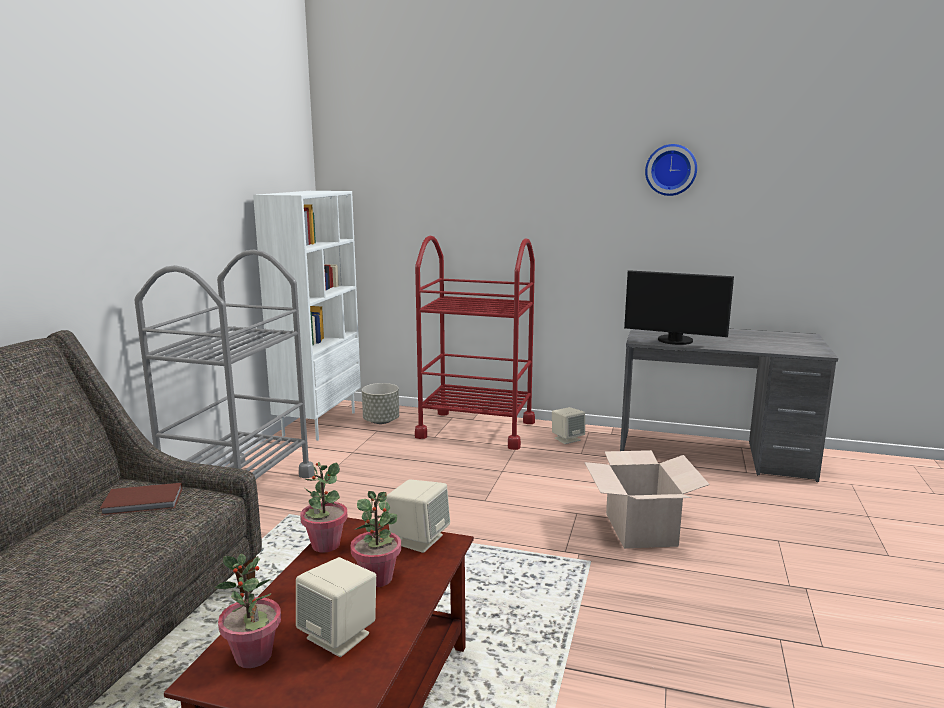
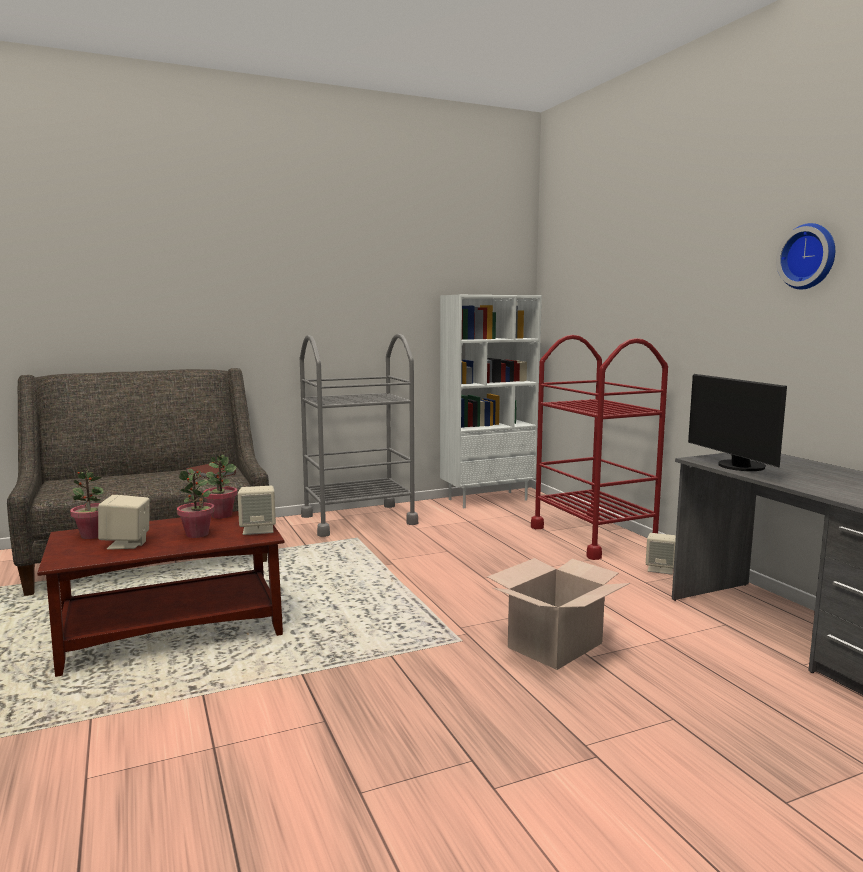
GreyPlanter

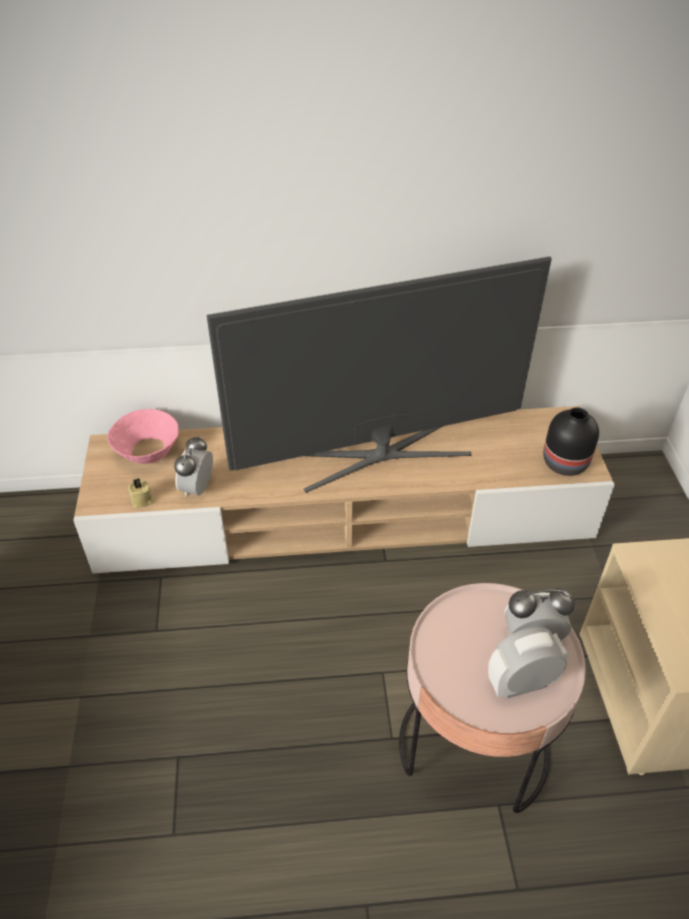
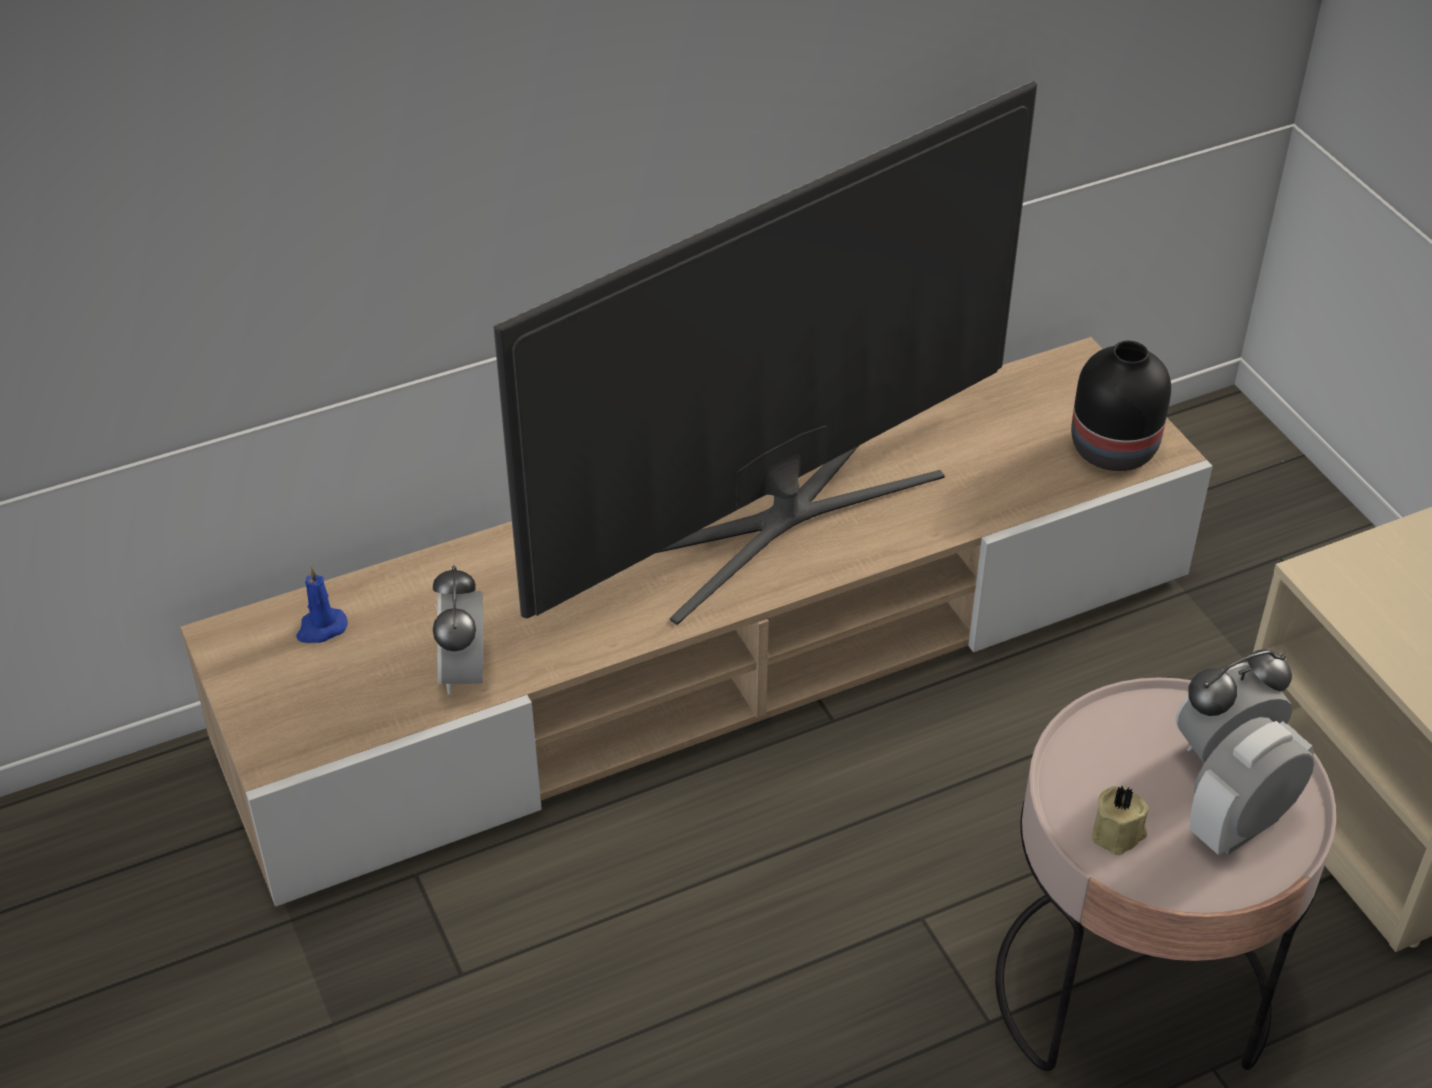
BlueCandle
BeigeCandle

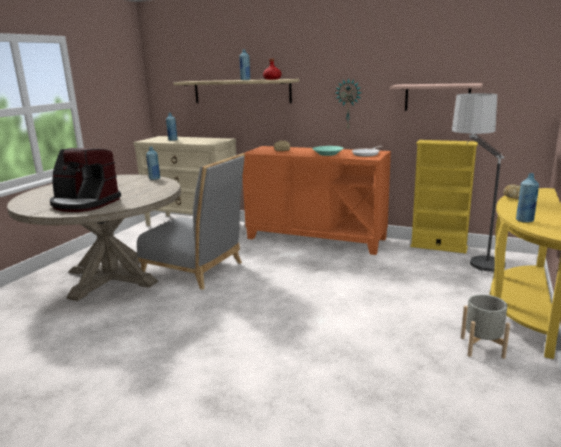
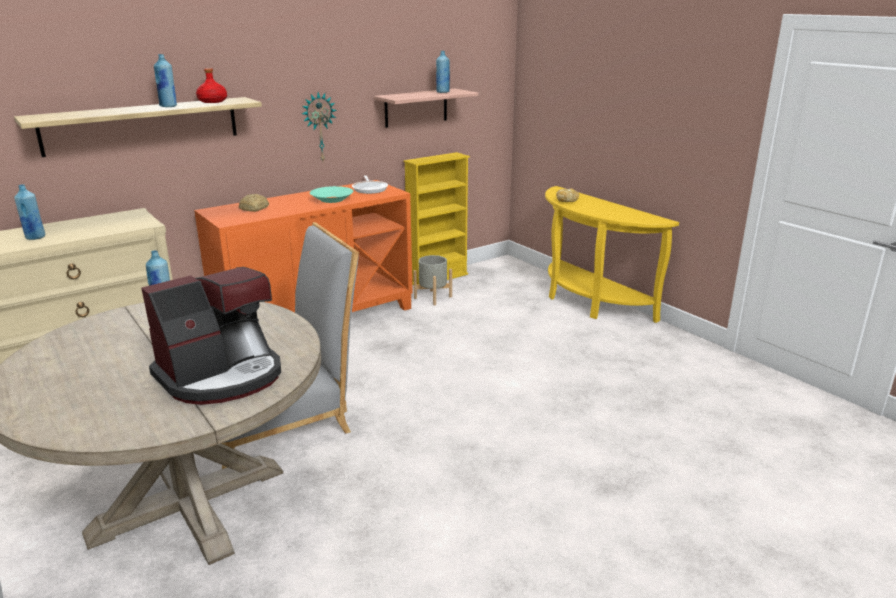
FloorLamp
GreyPlanter
BlueBottle (no. 4 from left)

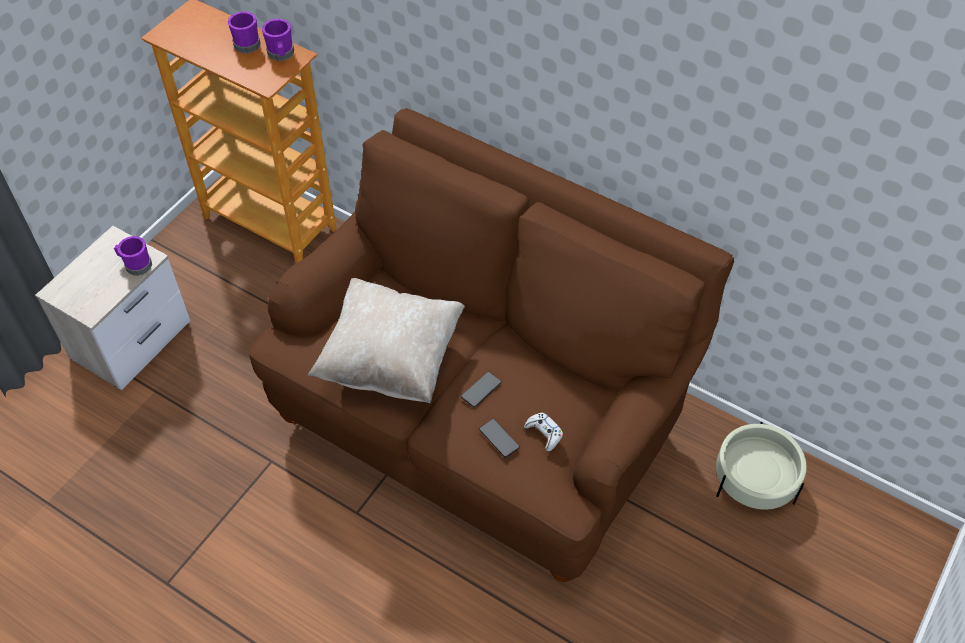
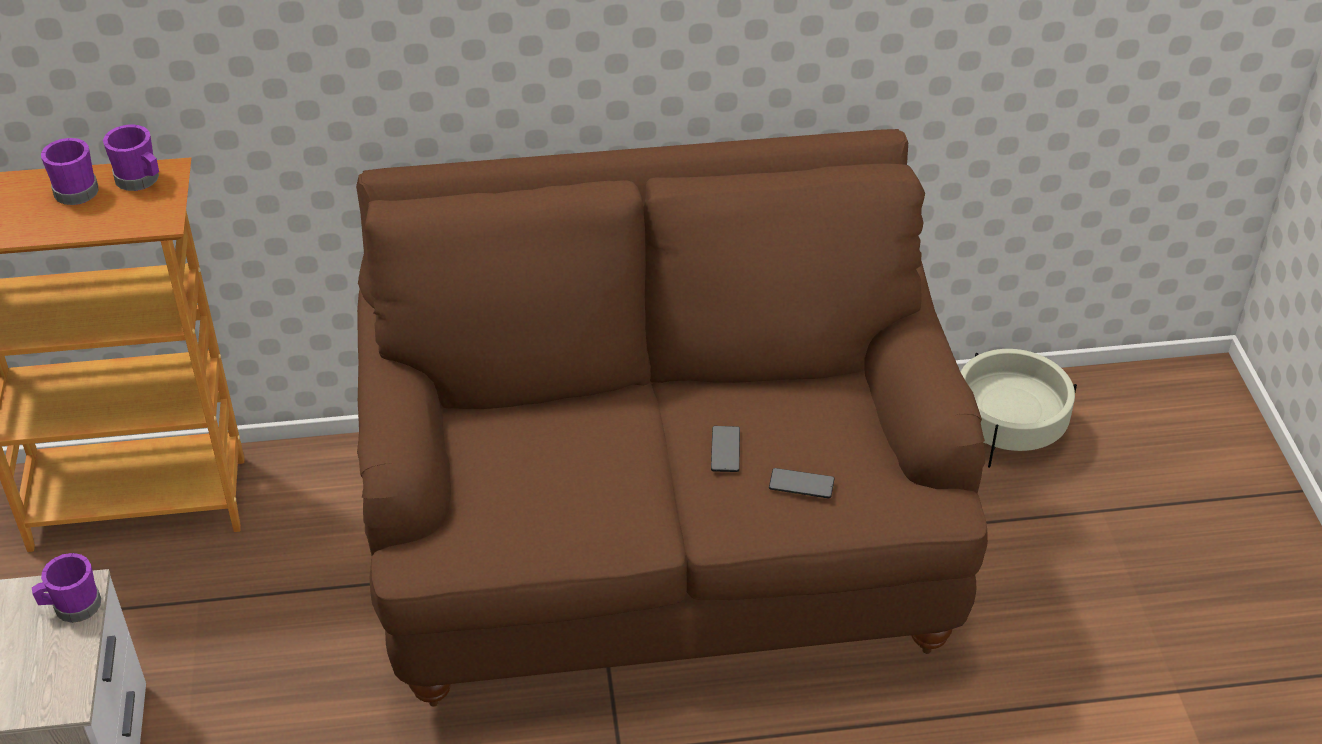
BeigePillow
WhiteGameController

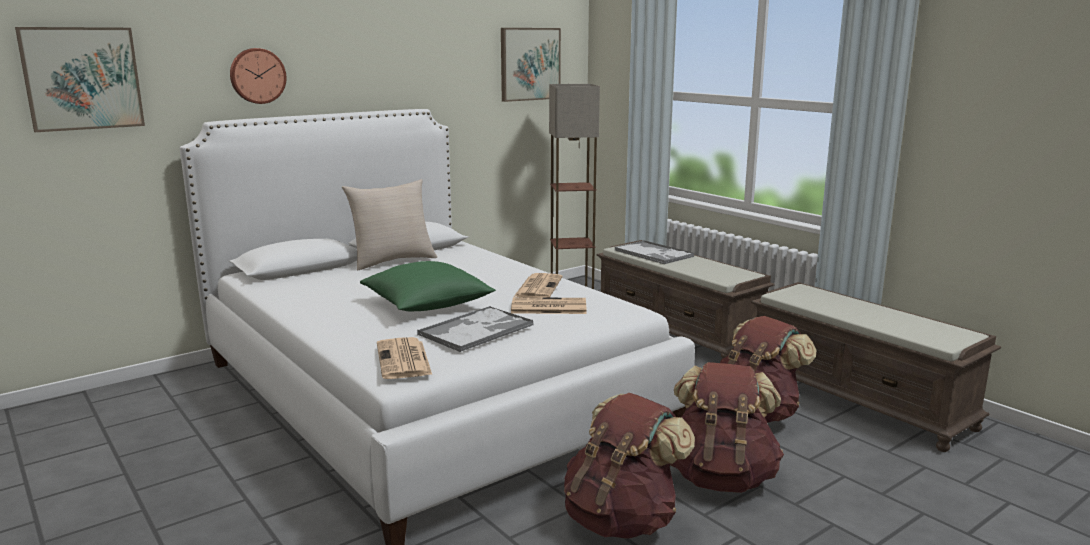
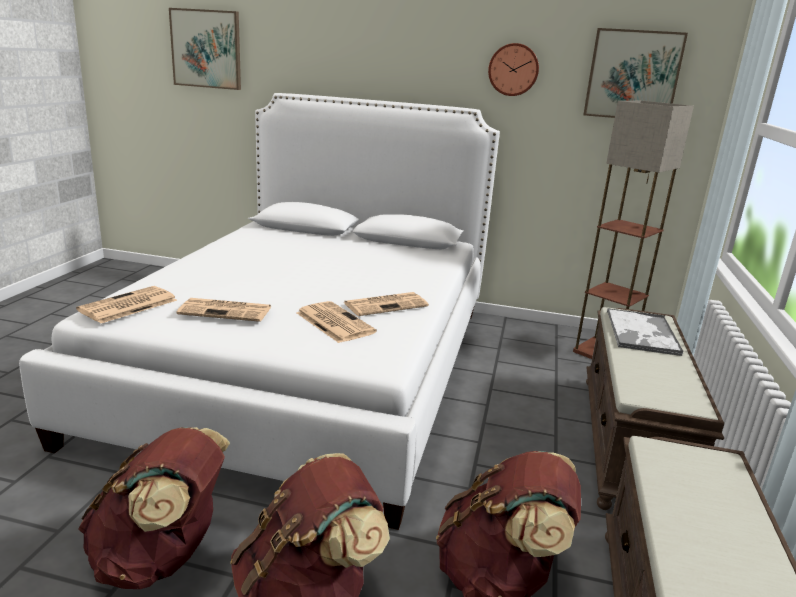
WallClock
BeigePillow
GreenPillow
Newspaper (no. 2 from left)

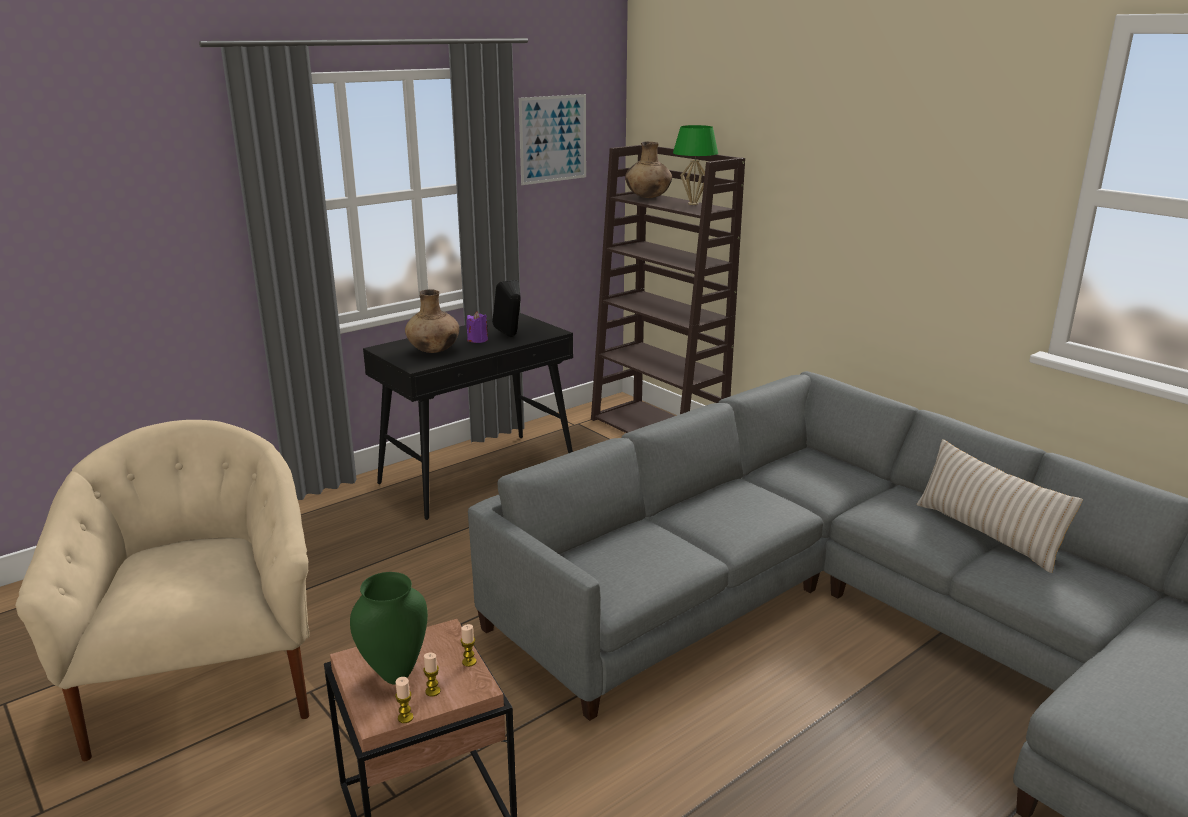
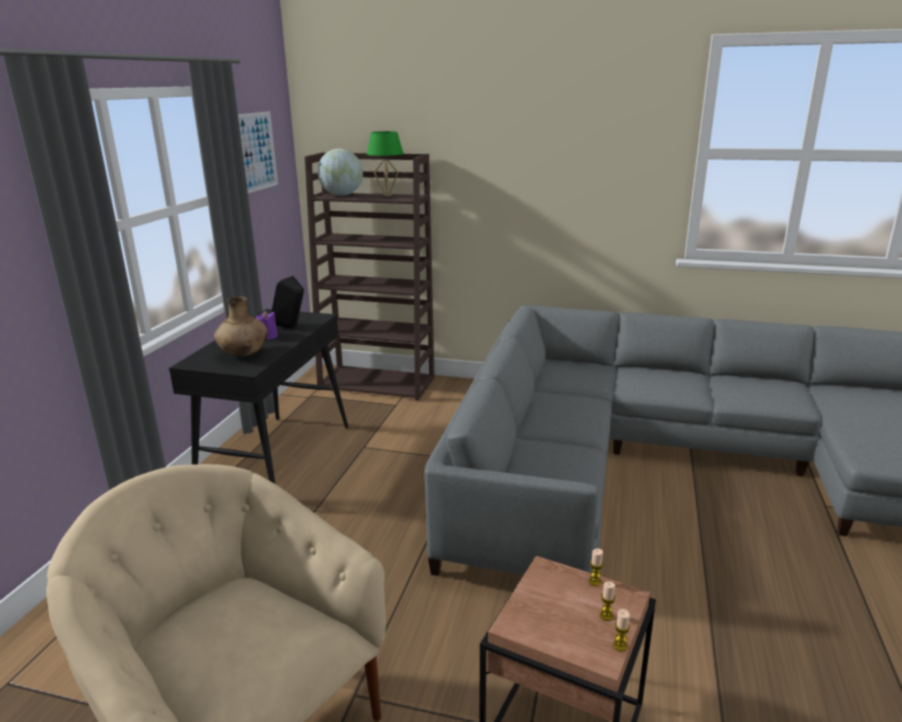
GreenVase
Globe
BeigePillow

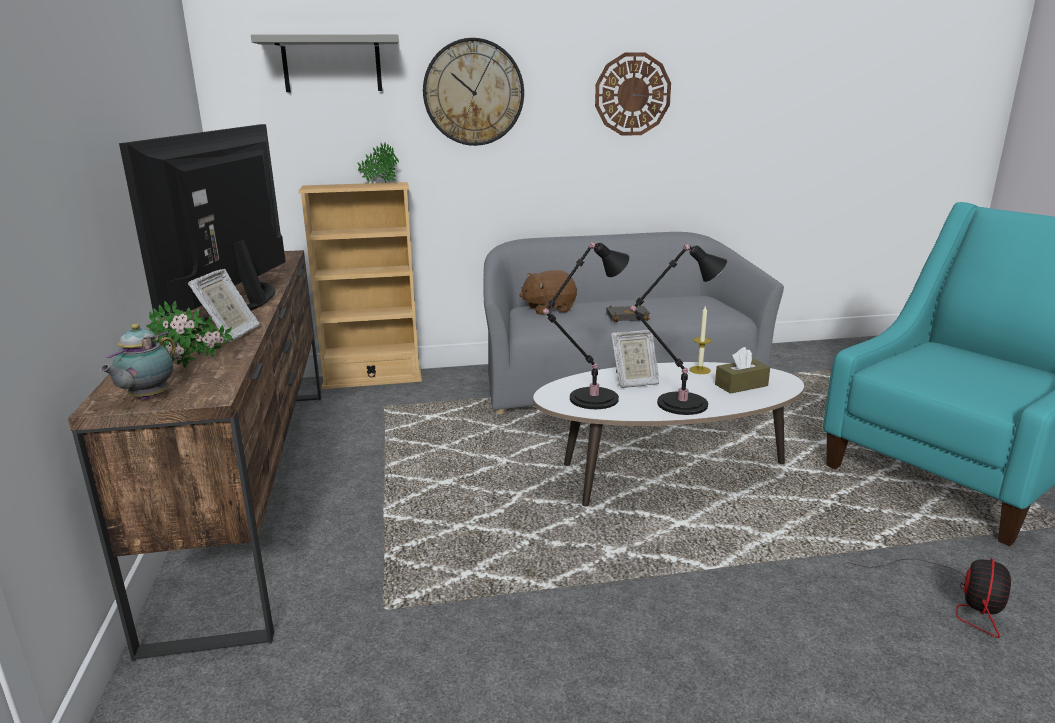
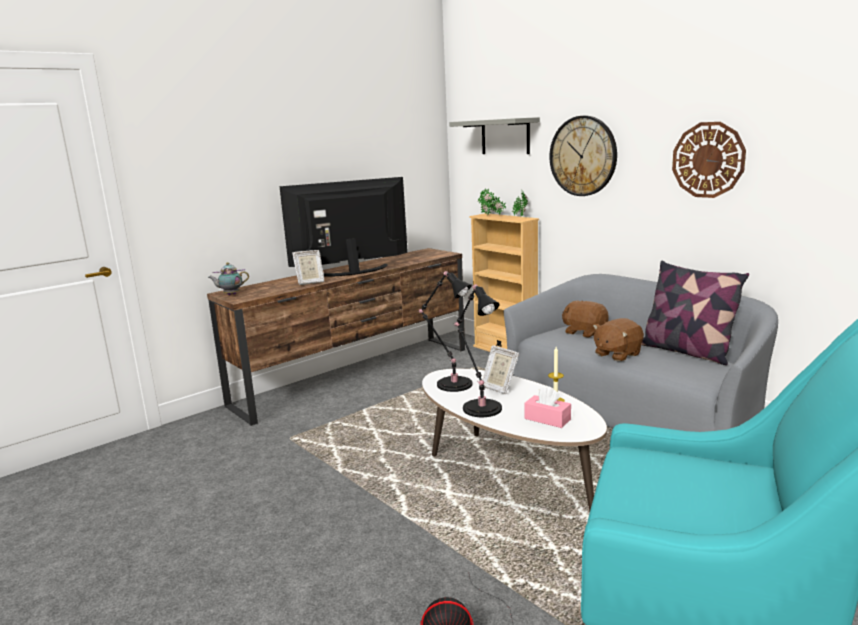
PottedPlant (no. 1 from left)
BrownPlushToy (no. 2 from left)
PinkTissueBox
Pillow

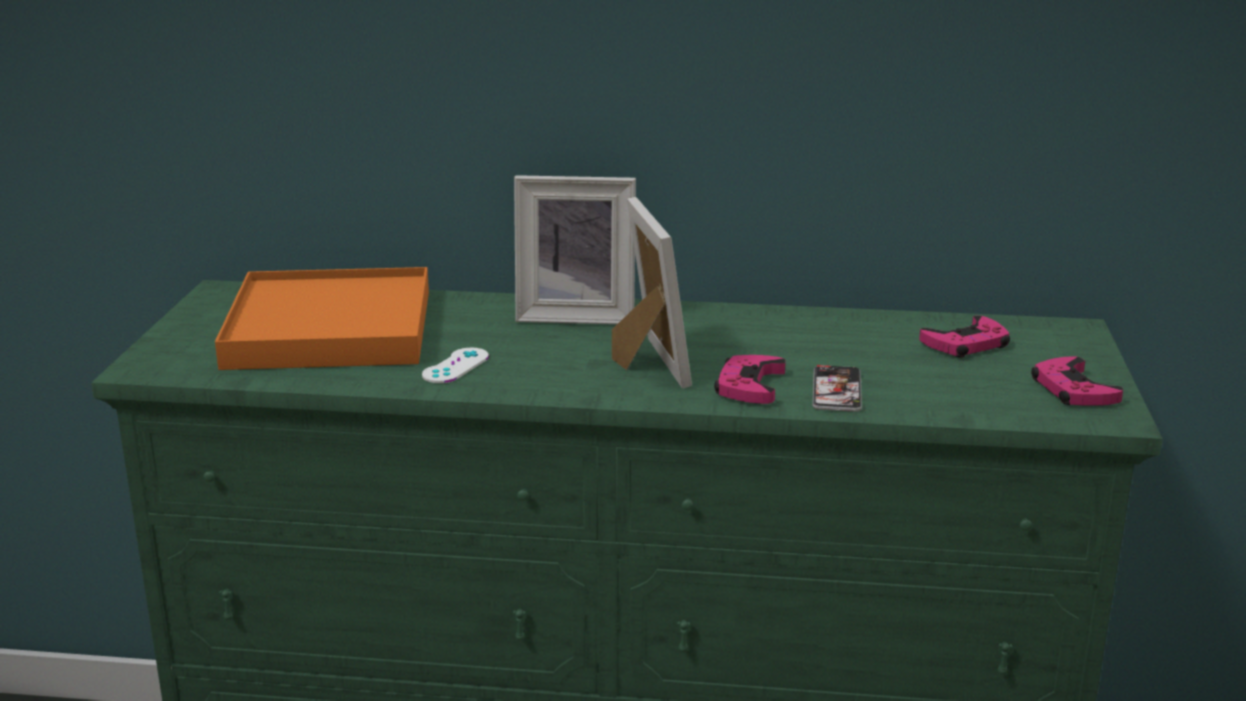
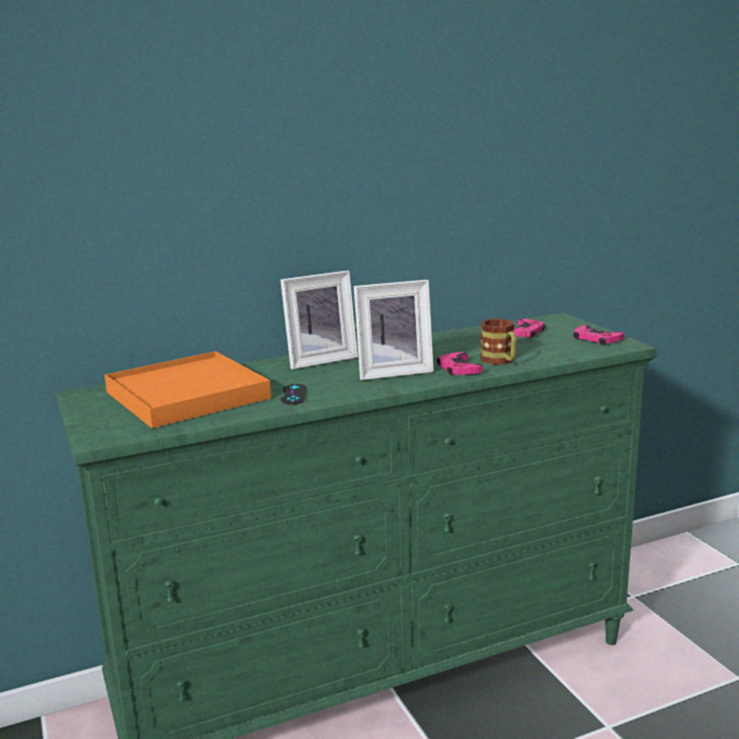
BlackGameController
PictureFrame (no. 2 from left)
Mug

